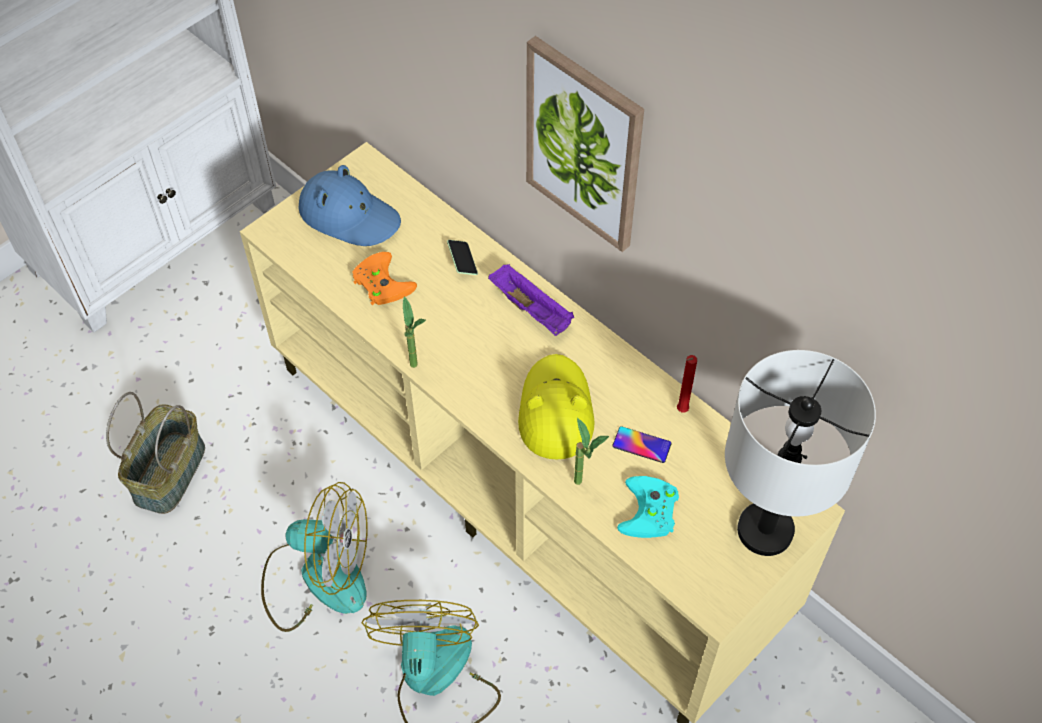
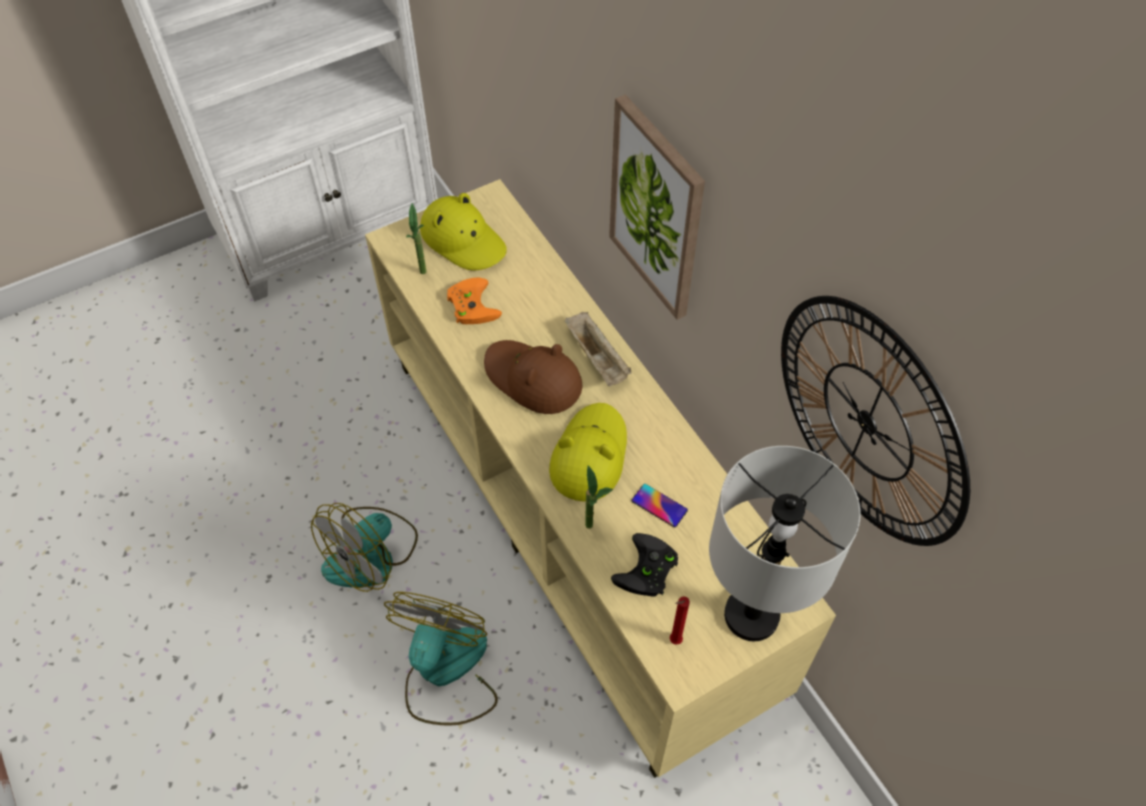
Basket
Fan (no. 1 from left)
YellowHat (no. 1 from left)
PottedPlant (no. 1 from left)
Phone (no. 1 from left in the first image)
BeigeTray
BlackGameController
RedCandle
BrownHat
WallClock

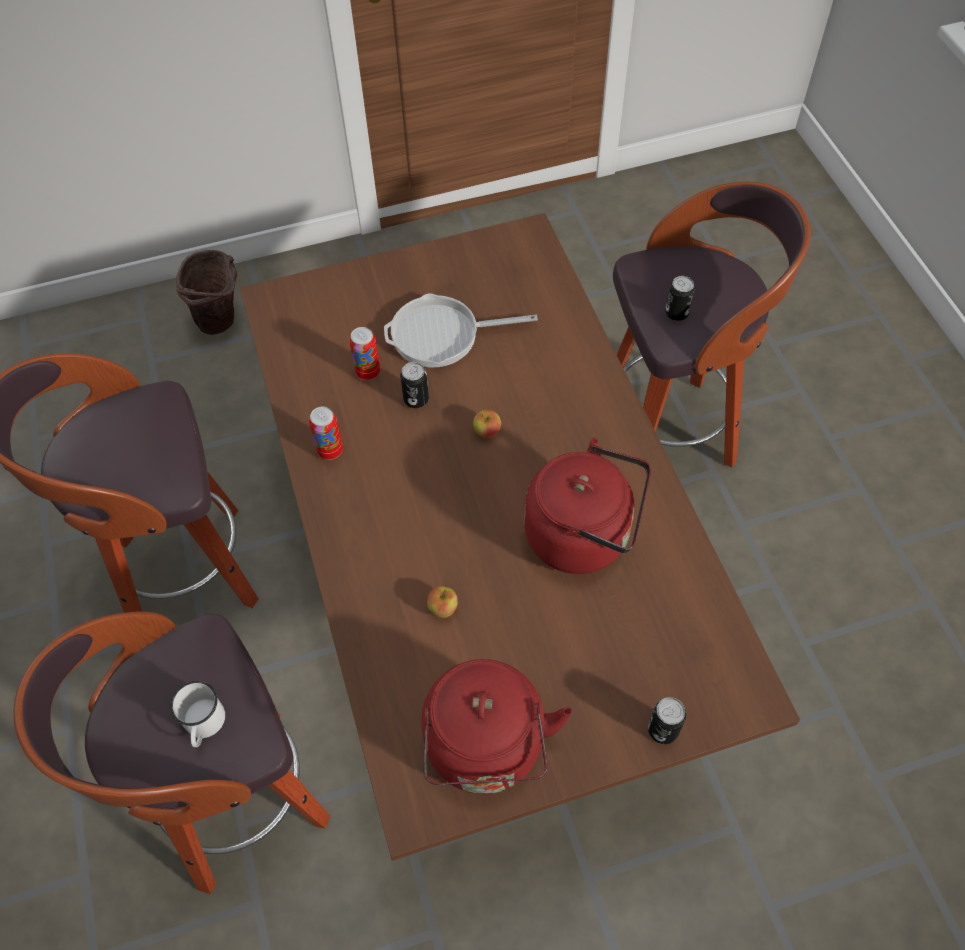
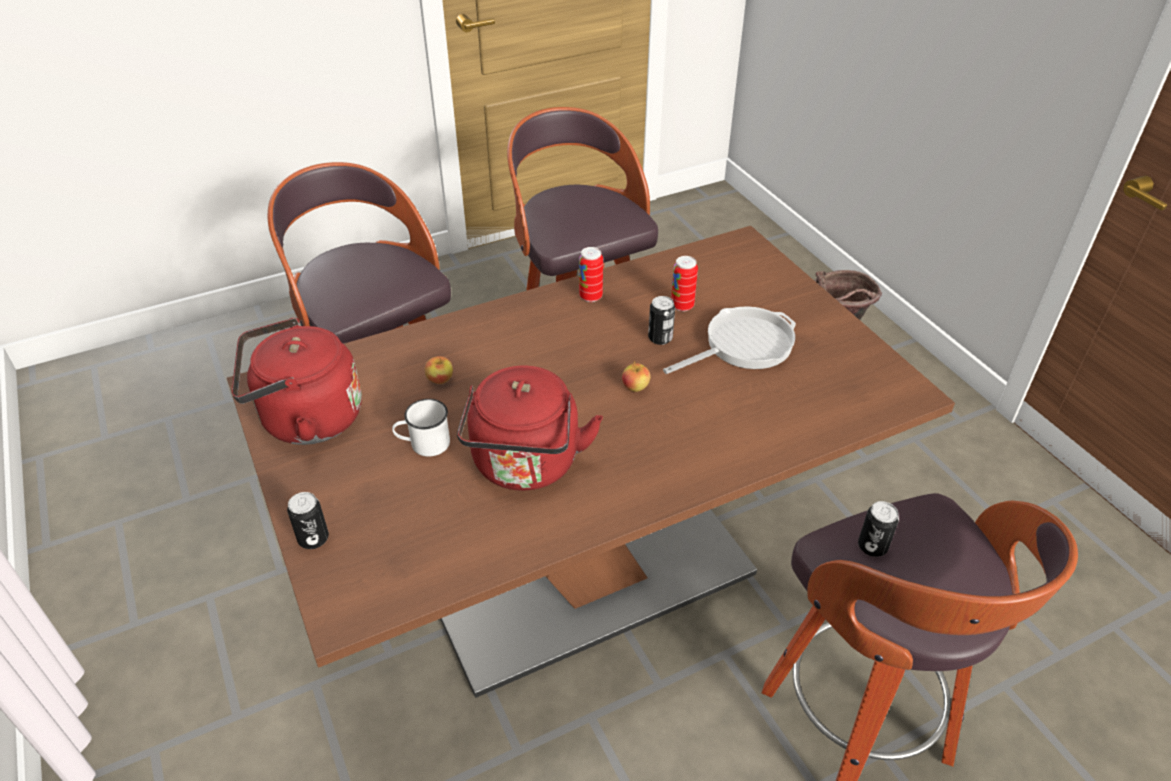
WhiteMug
FryingPan

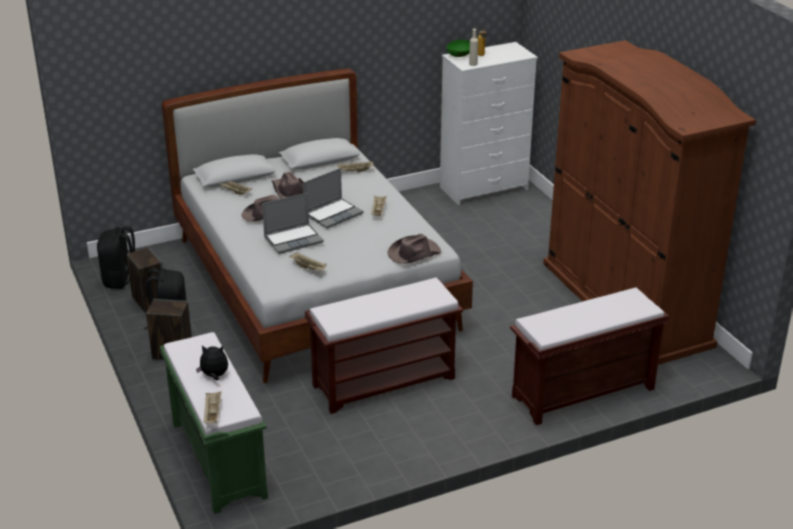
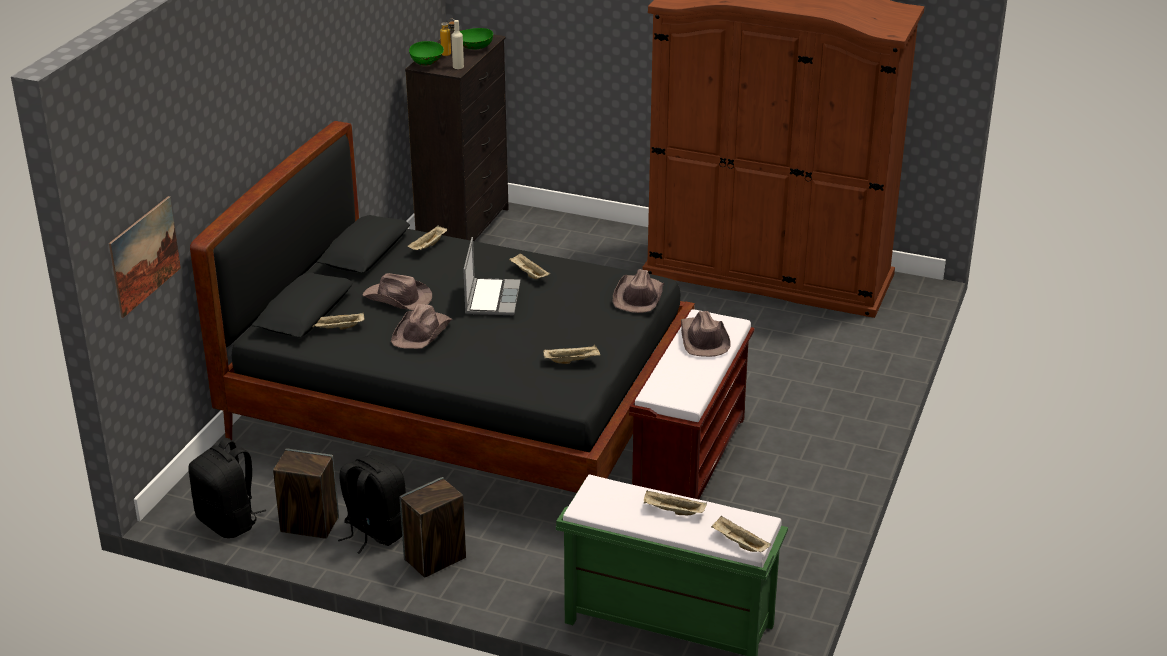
BlackBed
BeigeTray (no. 5 from left)
Laptop (no. 1 from left in the first image)
BlackDresser
BrownBench (no. 2 from left in the first image)
Picture
GreenBowl (no. 2 from left)
BrownHat (no. 4 from left)

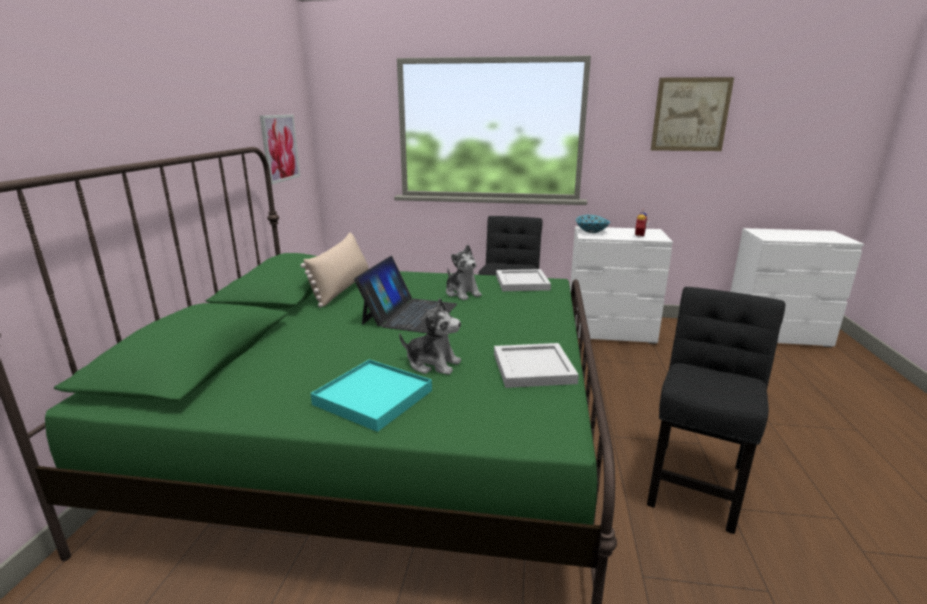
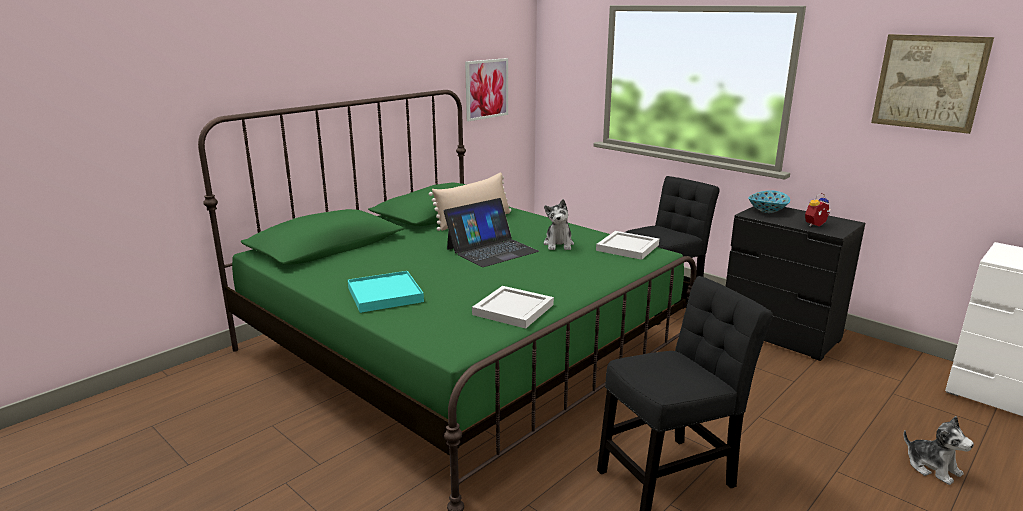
PlushToy (no. 2 from left)
BlackDresser

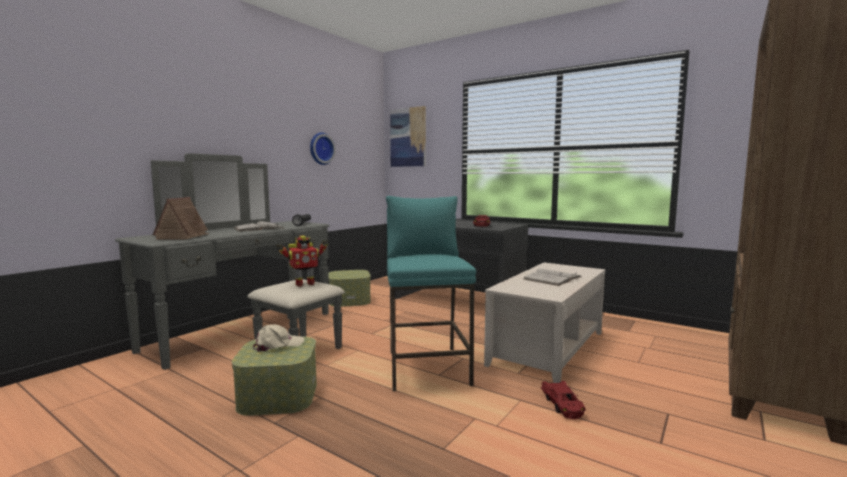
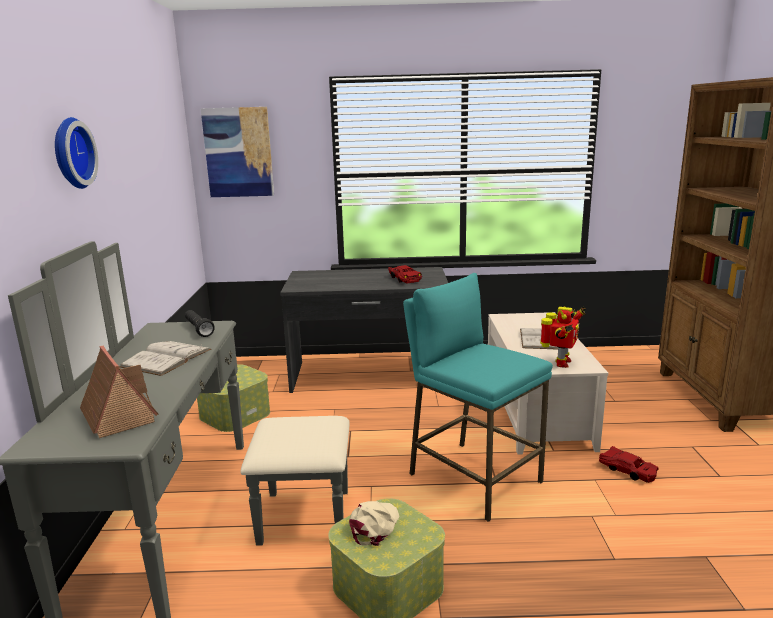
ToyRobot
WallClock

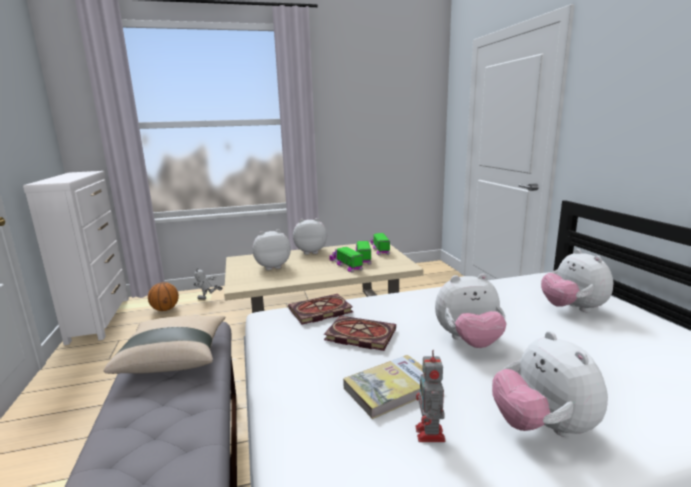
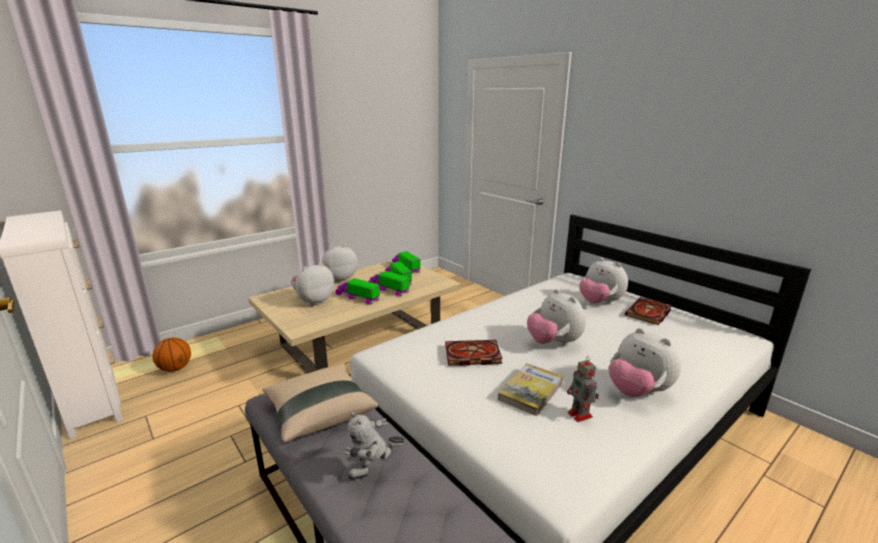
ToyRobot (no. 1 from left)
Book (no. 3 from left)
PlushToy (no. 3 from left)
ToyTruck (no. 1 from left)

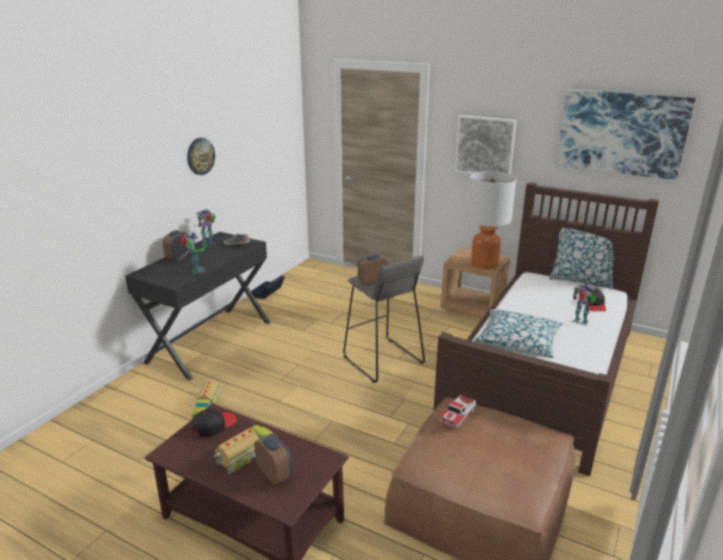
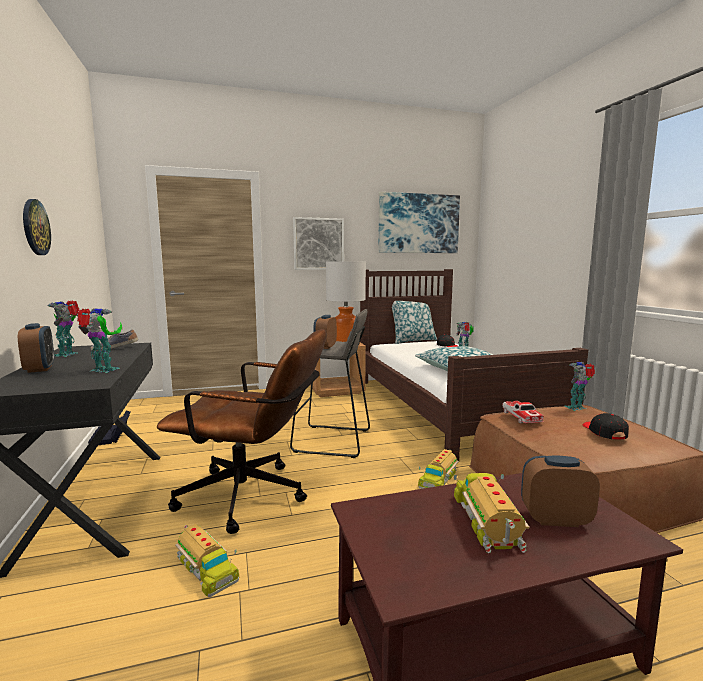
BlackCap (no. 2 from left)
BrownOfficeChair
ToyTruck (no. 2 from left)
ToyRobot (no. 4 from left)

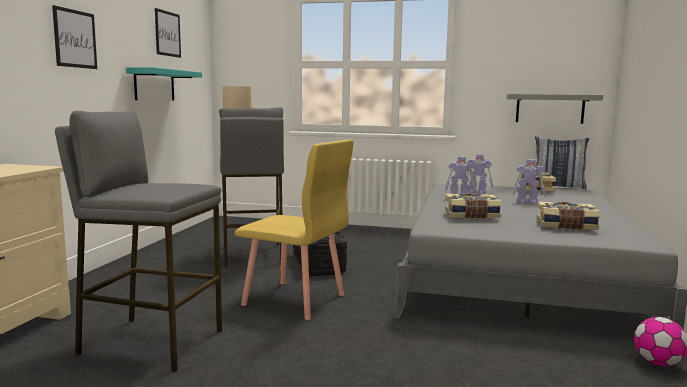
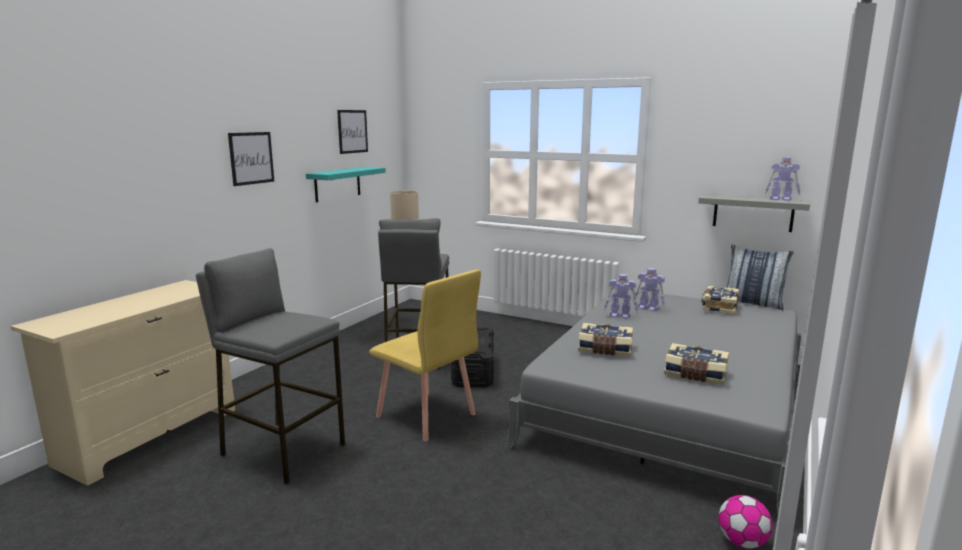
ToyRobot (no. 3 from left)

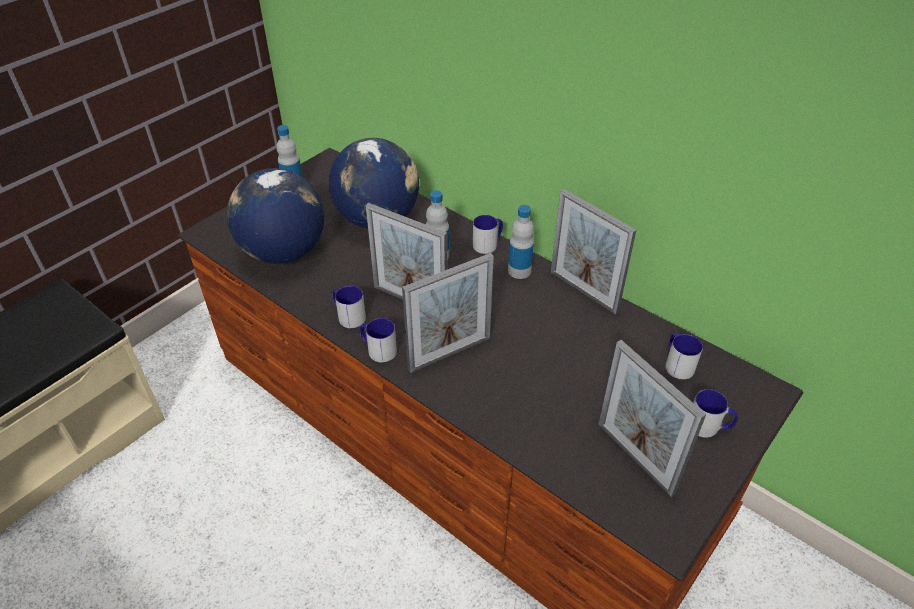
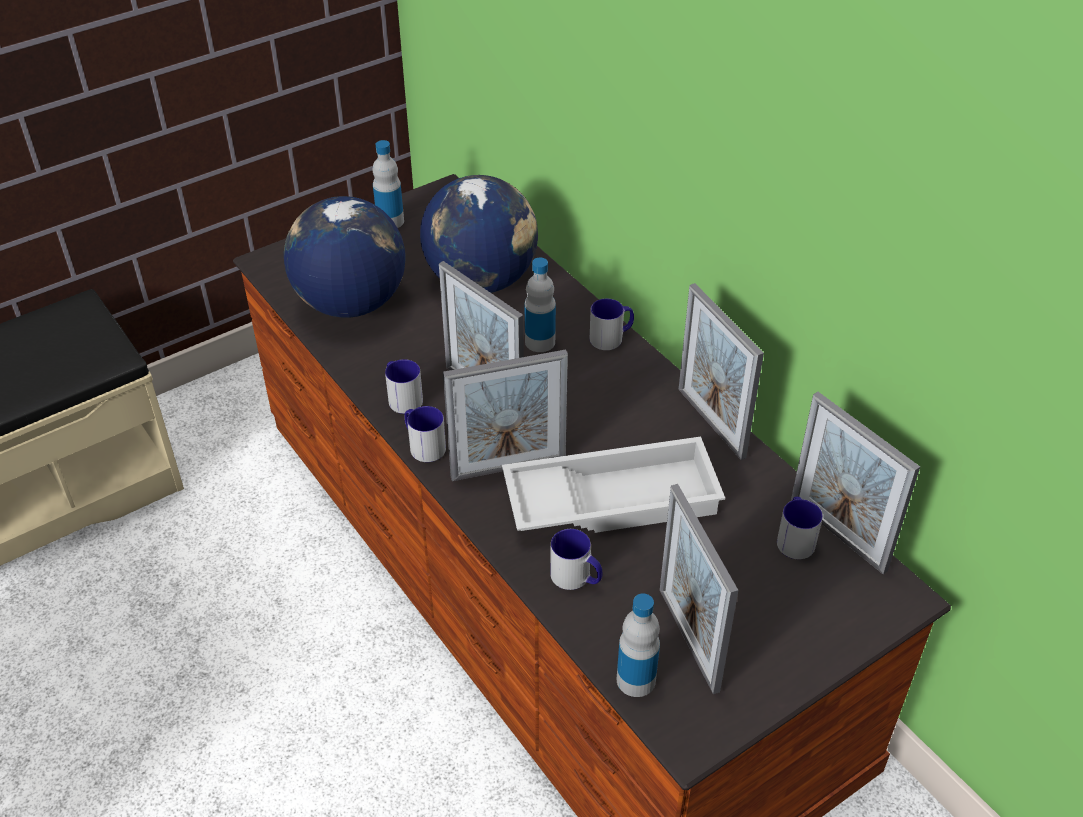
Bottle (no. 3 from left)
Mug (no. 3 from left)
WhiteTray
PictureFrame (no. 5 from left)

